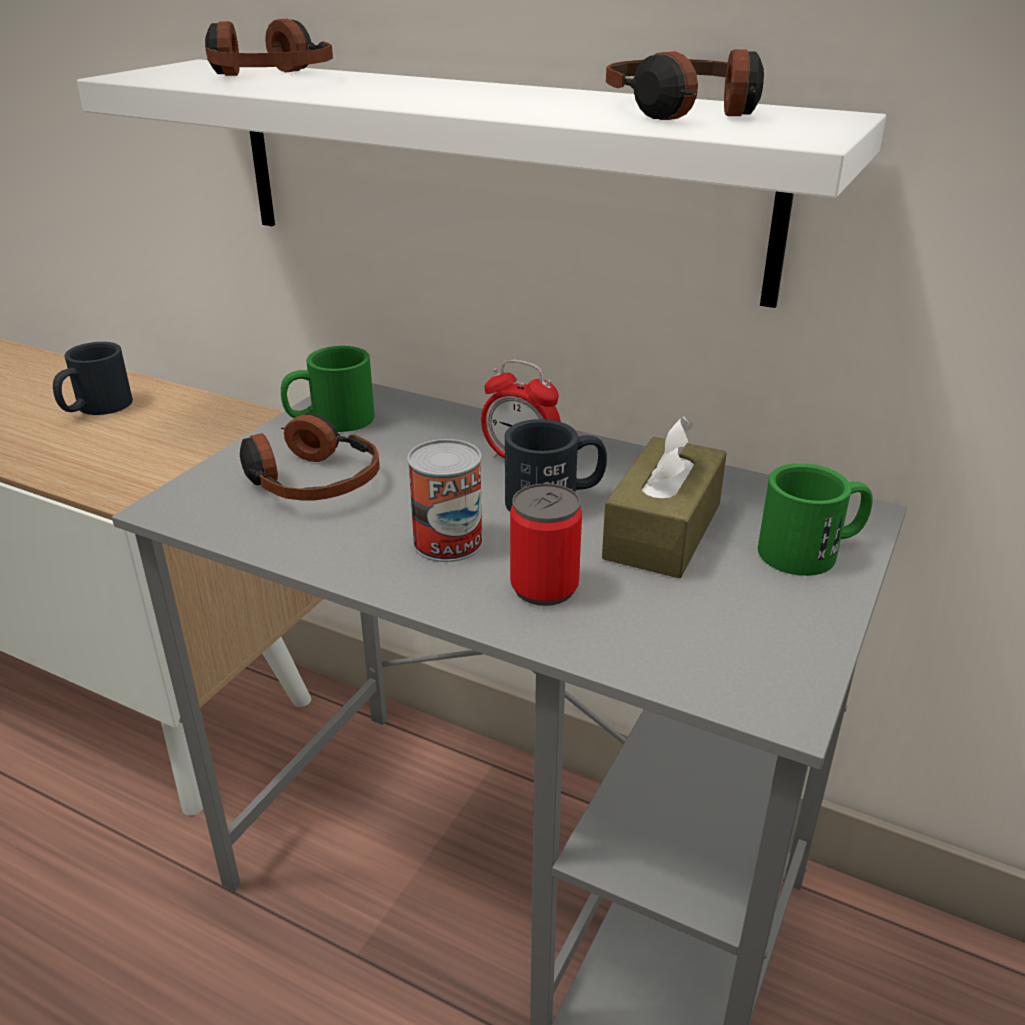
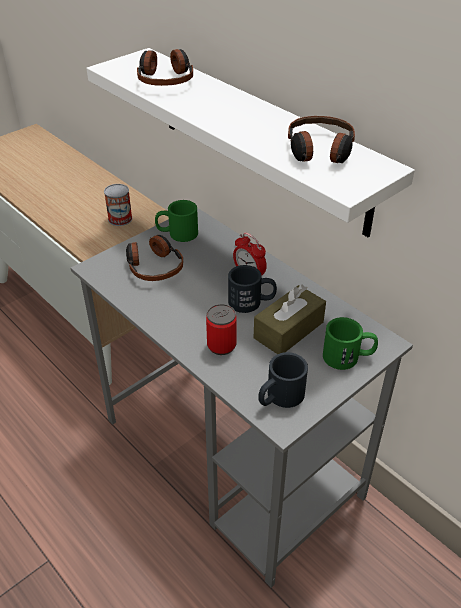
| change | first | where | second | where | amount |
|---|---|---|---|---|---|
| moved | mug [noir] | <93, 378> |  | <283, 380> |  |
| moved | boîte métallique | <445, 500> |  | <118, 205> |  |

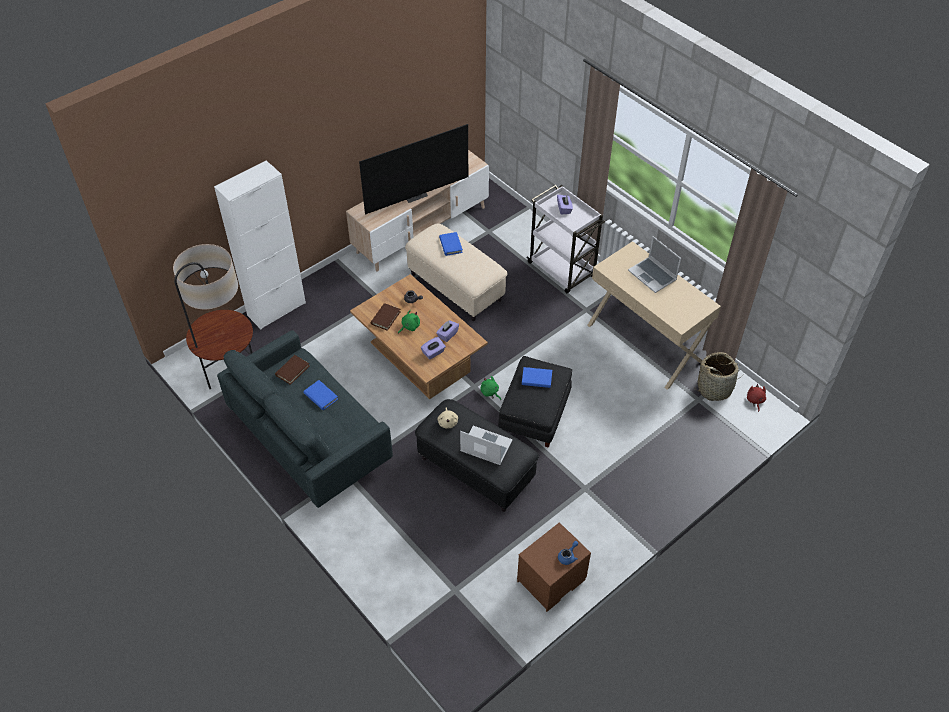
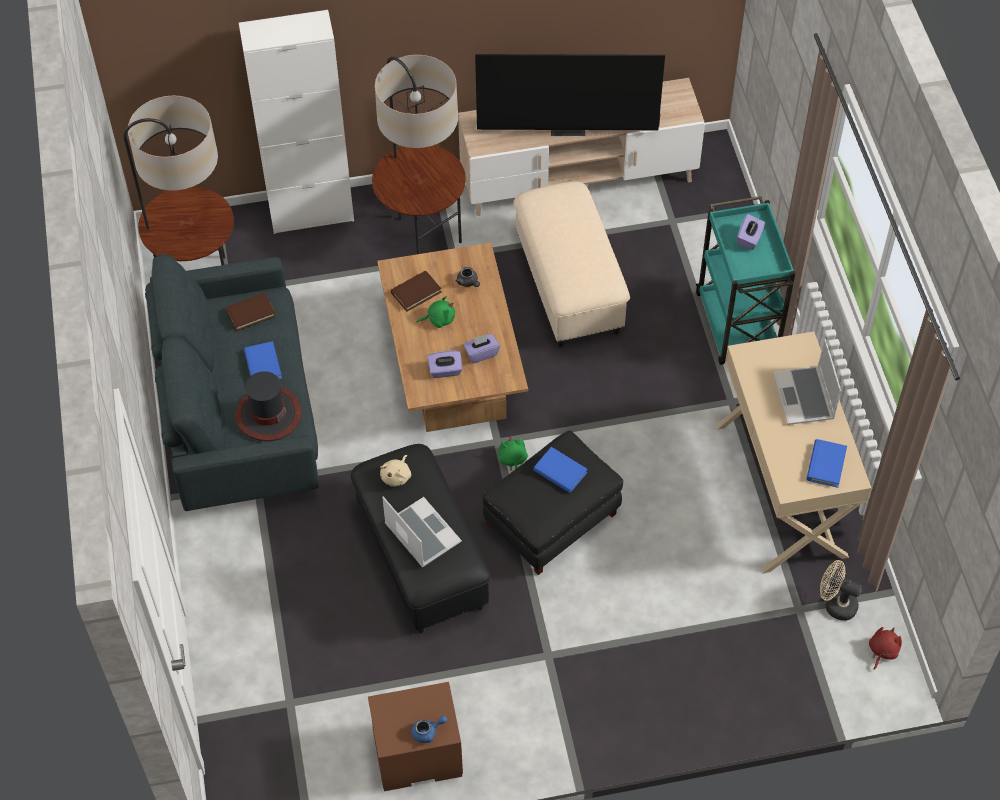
| change | first | where | second | where | amount |
|---|---|---|---|---|---|
| added |  |  | chapeau | <268, 406> |  |
| added |  |  | lampadaire | <419, 154> |  |
| moved | livre [bleu] | <451, 244> |  | <827, 463> |  |
| replaced | panier | <718, 376> | ventilateur [beige] | <841, 590> |  |
| recoloured | chariot [blanc] | <565, 239> | chariot [turquoise] | <746, 280> |  |

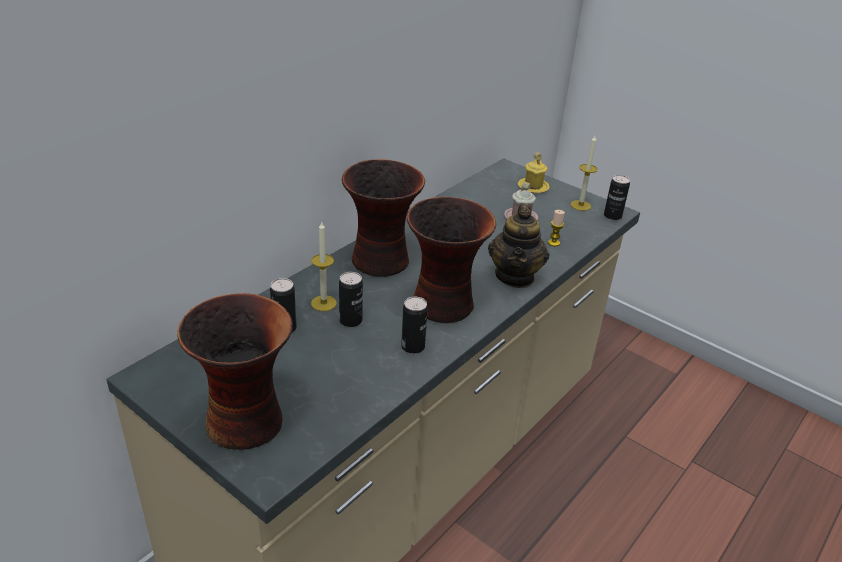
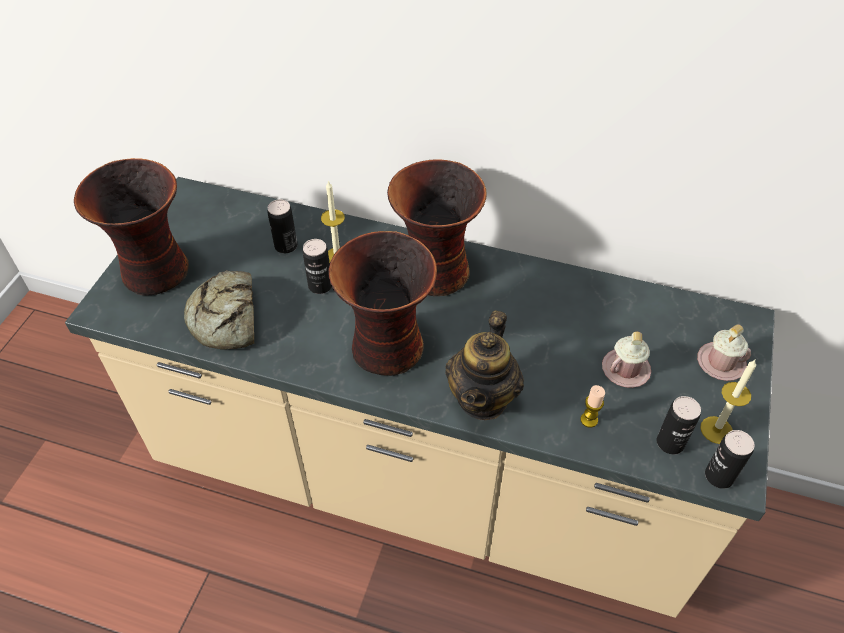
| change | first | where | second | where | amount |
|---|---|---|---|---|---|
| added |  |  | pain | <219, 309> |  |
| moved | boîte métallique | <414, 325> |  | <679, 425> |  |
| recoloured | mug [jaune] | <534, 172> | mug [rose] | <724, 352> |  |
| turned | théière | <518, 246> |  | <484, 365> | 60 degrees counterclockwise |

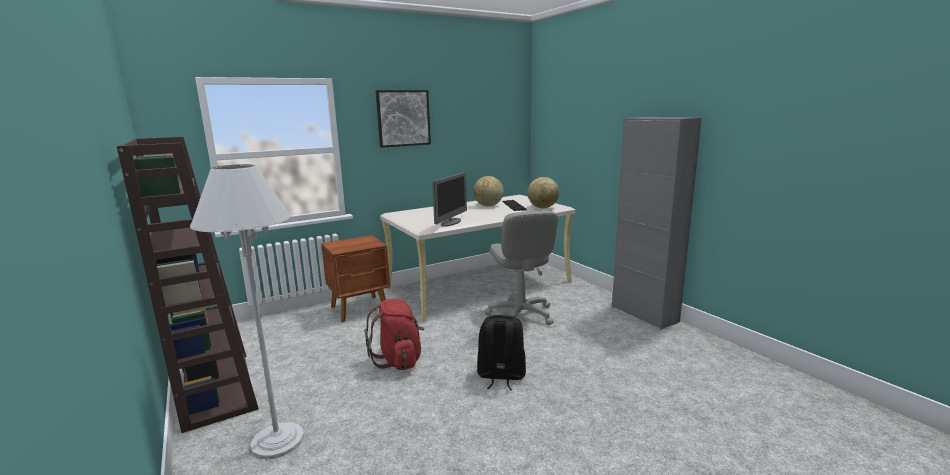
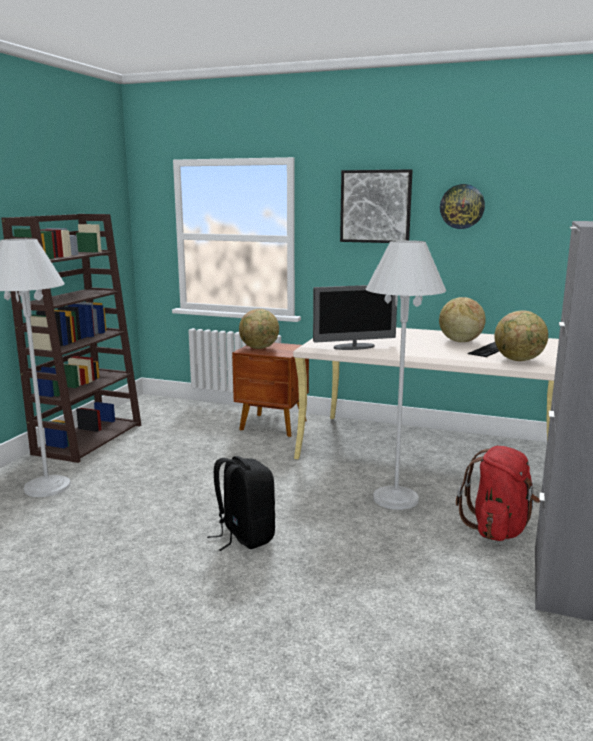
| change | first | where | second | where | amount |
|---|---|---|---|---|---|
| added |  |  | globe | <259, 329> |  |
| added |  |  | horloge murale | <462, 206> |  |
| moved | sac à dos [rouge] | <394, 334> |  | <498, 493> |  |
| replaced | chaise de bureau [gris] | <521, 267> | lampadaire [blanc] | <406, 375> |  |

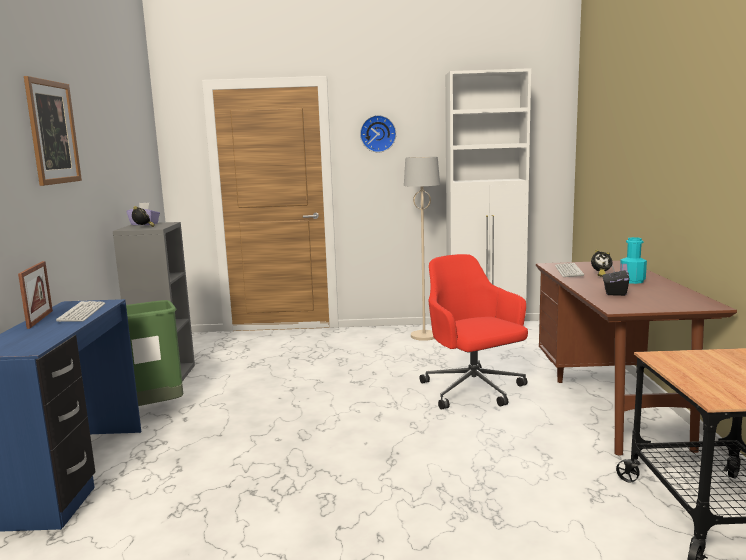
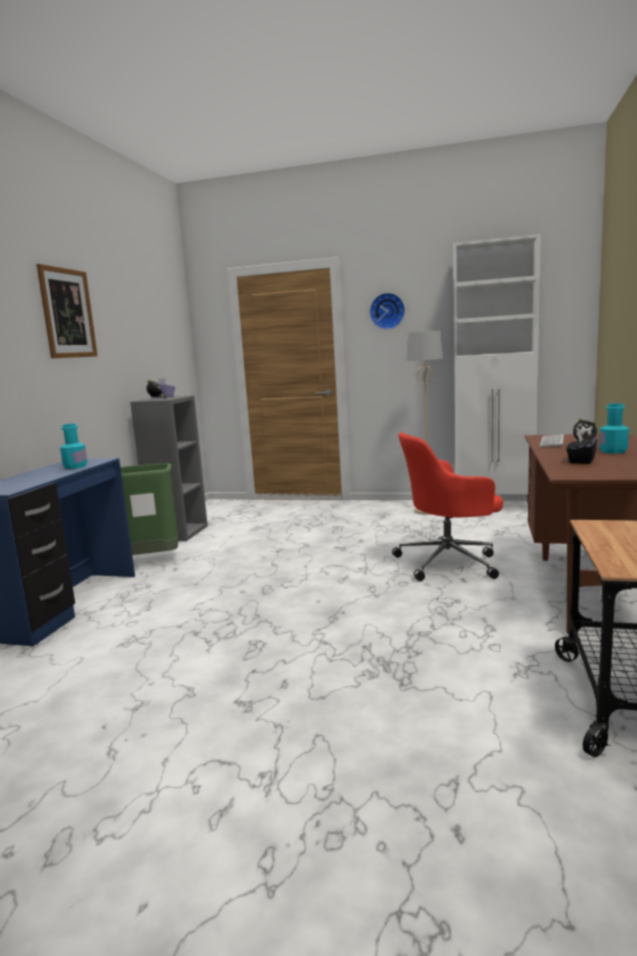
| change | first | where | second | where | amount |
|---|---|---|---|---|---|
| removed | cadre photo | <35, 295> |  |  |  |
| replaced | clavier | <80, 311> | bouteille [turquoise] | <74, 446> |  |
| turned | chaise de bureau [rouge] | <474, 332> |  | <447, 506> | 90 degrees counterclockwise |

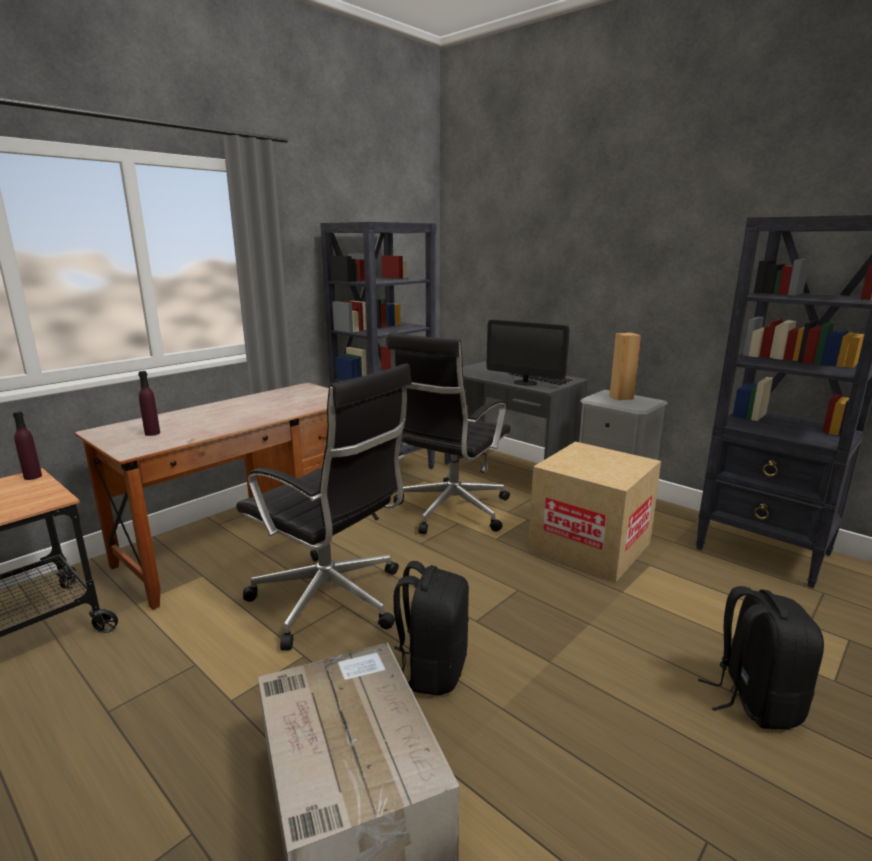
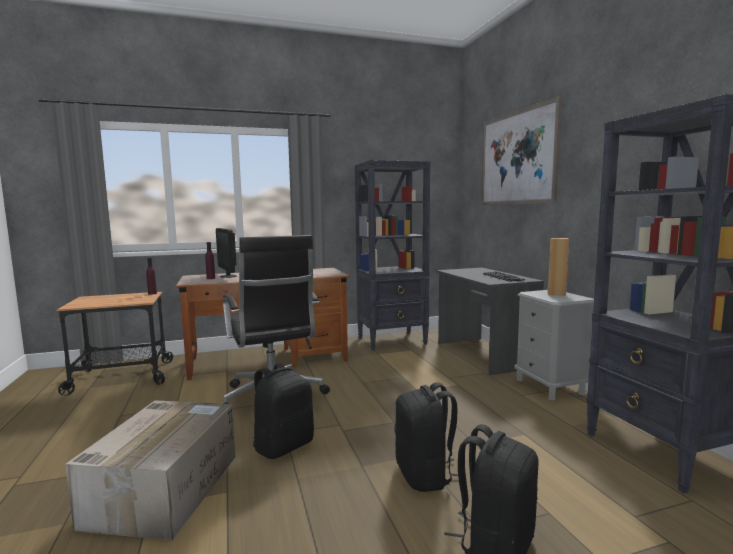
| change | first | where | second | where | amount |
|---|---|---|---|---|---|
| removed | chaise de bureau [noir] | <449, 433> |  |  |  |
| removed | carton | <594, 512> |  |  |  |
| added |  |  | sac à dos [noir] | <426, 437> |  |
| added |  |  | tableau | <521, 150> |  |
| moved | écran d'ordinateur | <528, 352> |  | <226, 253> |  |

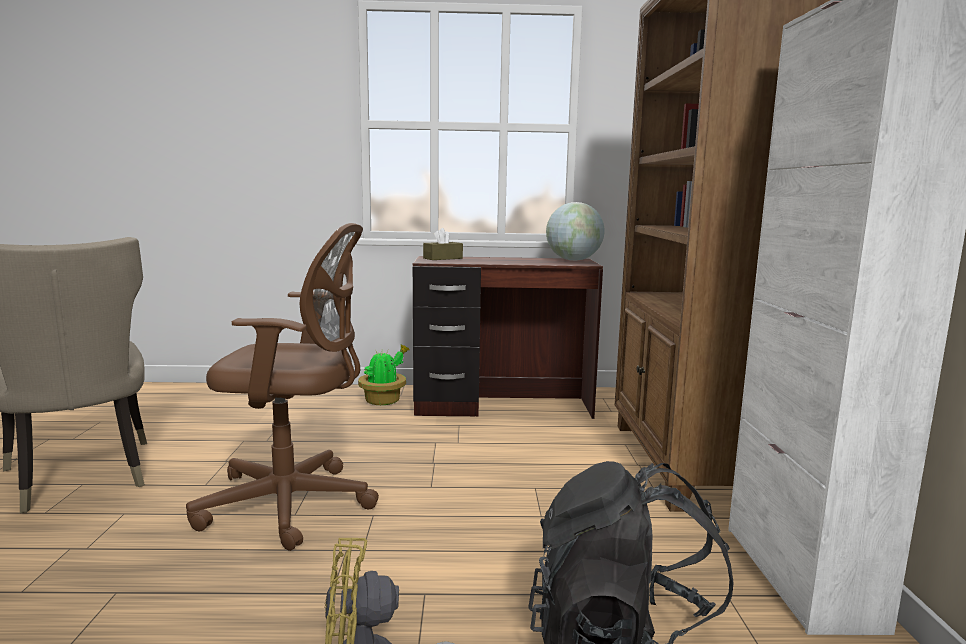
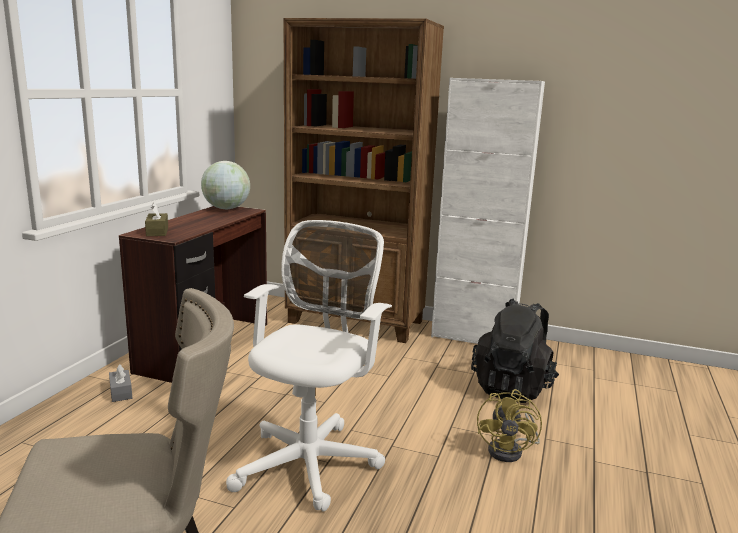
| change | first | where | second | where | amount |
|---|---|---|---|---|---|
| replaced | plante en pot | <384, 374> | boîte à mouchoirs [gris] | <120, 383> |  |
| recoloured | chaise de bureau [marron] | <282, 387> | chaise de bureau [blanc] | <309, 366> |  |

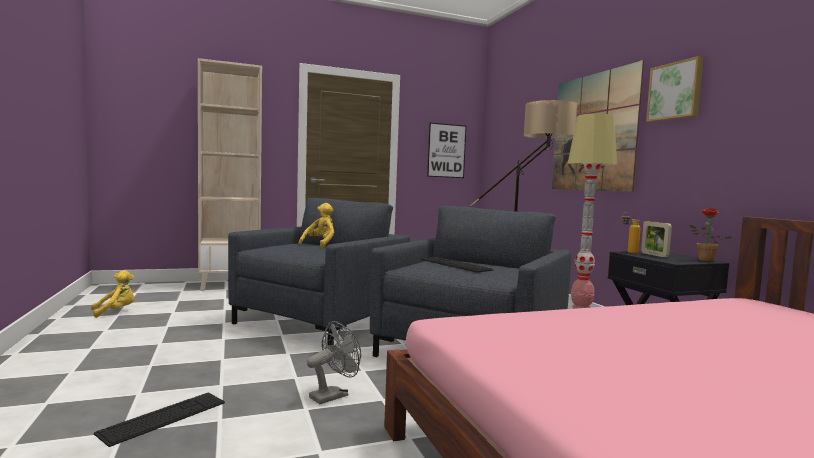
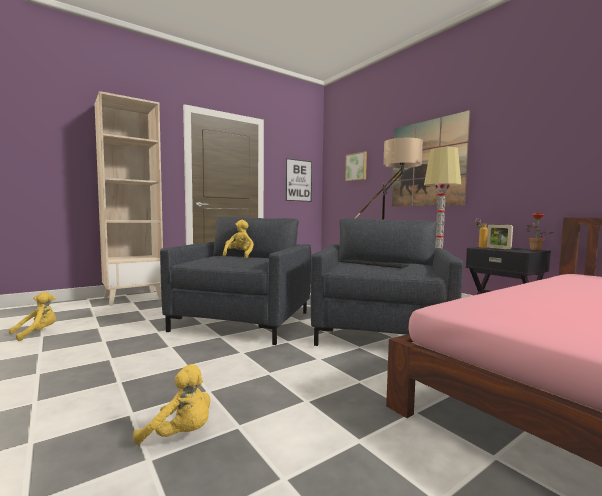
| change | first | where | second | where | amount |
|---|---|---|---|---|---|
| removed | ventilateur [gris] | <334, 362> |  |  |  |
| moved | tableau | <674, 89> |  | <356, 166> |  |
| replaced | clavier | <159, 419> | peluche [jaune] | <171, 404> |  |

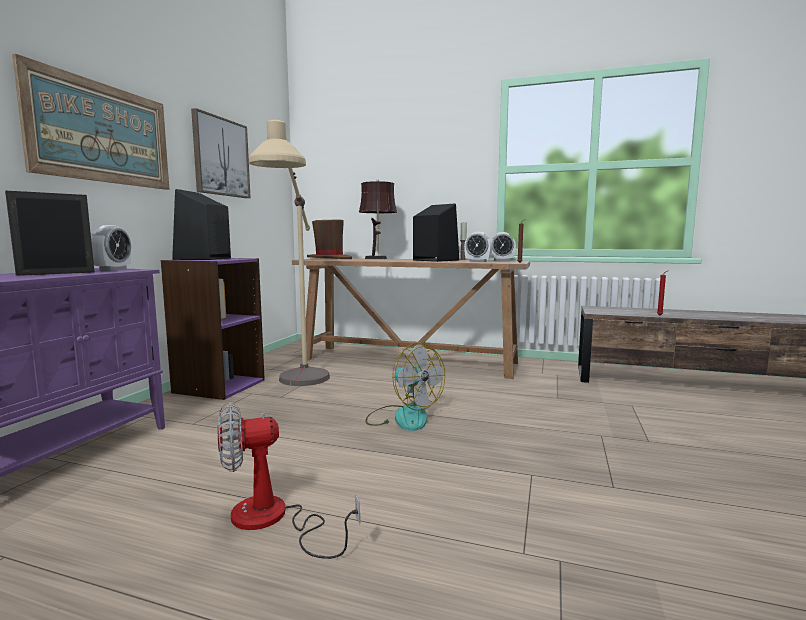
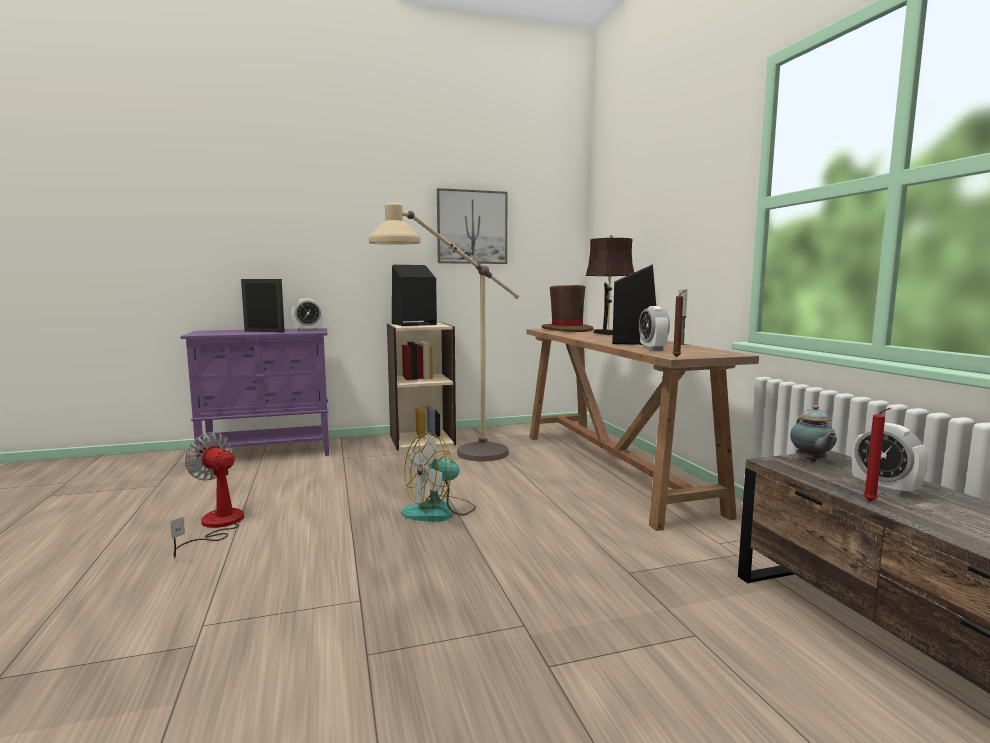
| change | first | where | second | where | amount |
|---|---|---|---|---|---|
| removed | tableau | <90, 122> |  |  |  |
| added |  |  | théière | <813, 433> |  |
| moved | réveil | <503, 246> |  | <890, 459> |  |
| recoloured | bibliothèque [violet] | <213, 329> | bibliothèque [beige] | <421, 386> |  |
| turned | ventilateur | <405, 386> |  | <438, 477> | 45 degrees clockwise |

